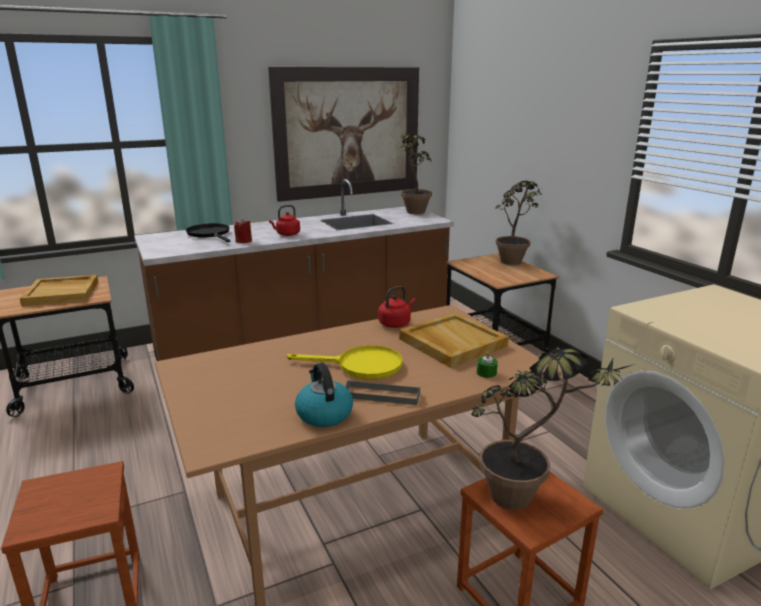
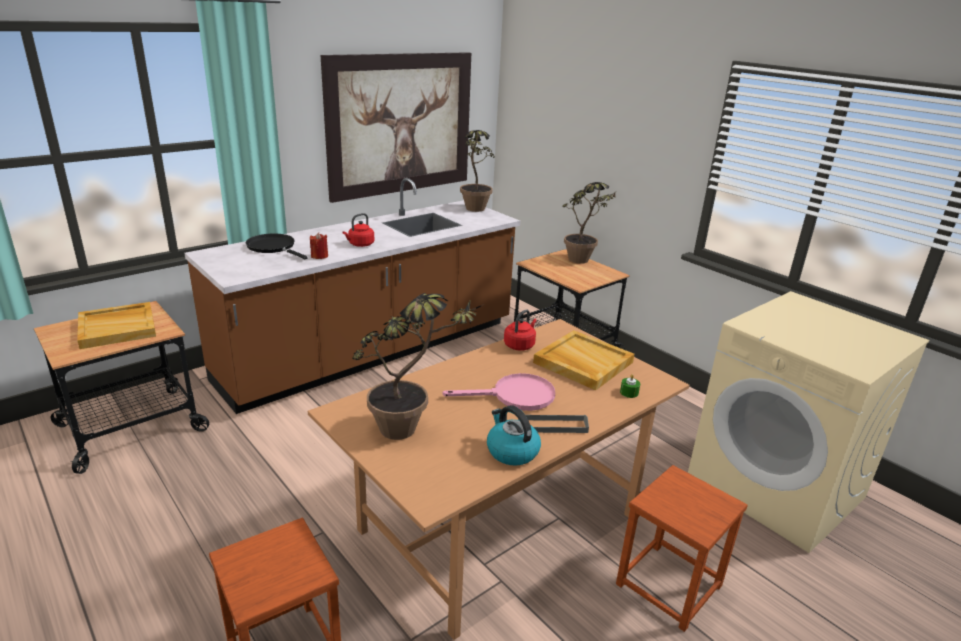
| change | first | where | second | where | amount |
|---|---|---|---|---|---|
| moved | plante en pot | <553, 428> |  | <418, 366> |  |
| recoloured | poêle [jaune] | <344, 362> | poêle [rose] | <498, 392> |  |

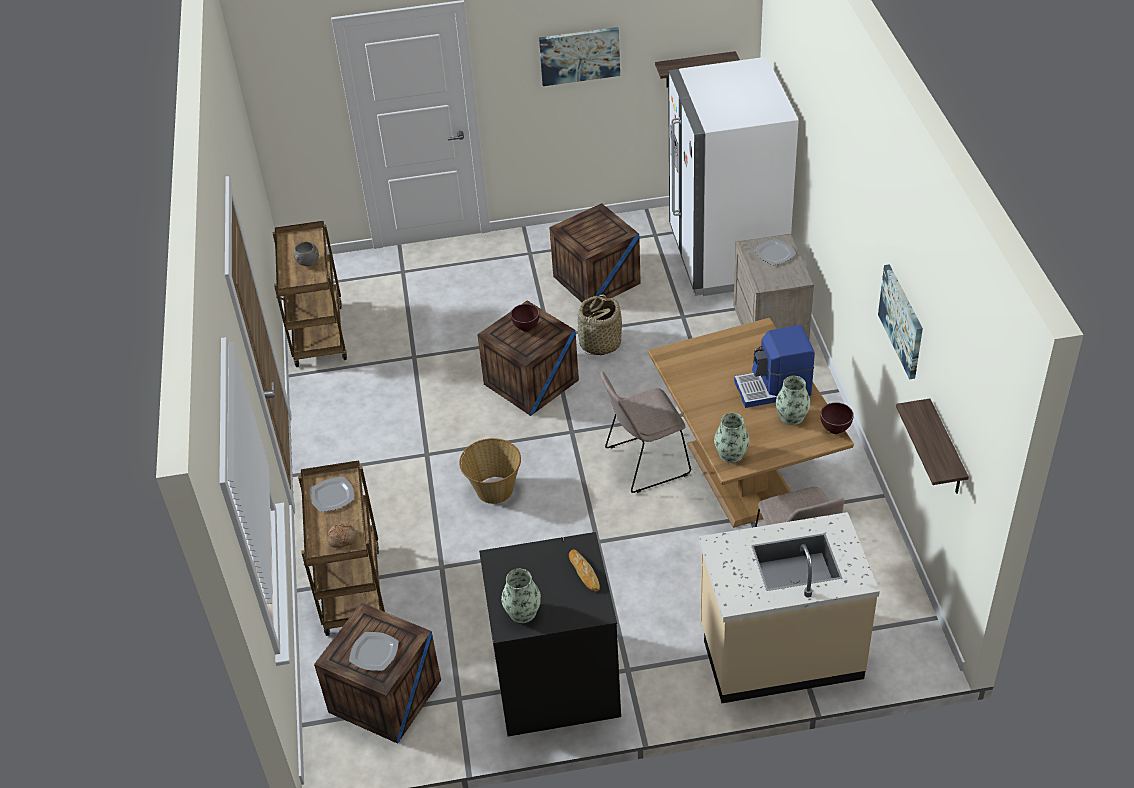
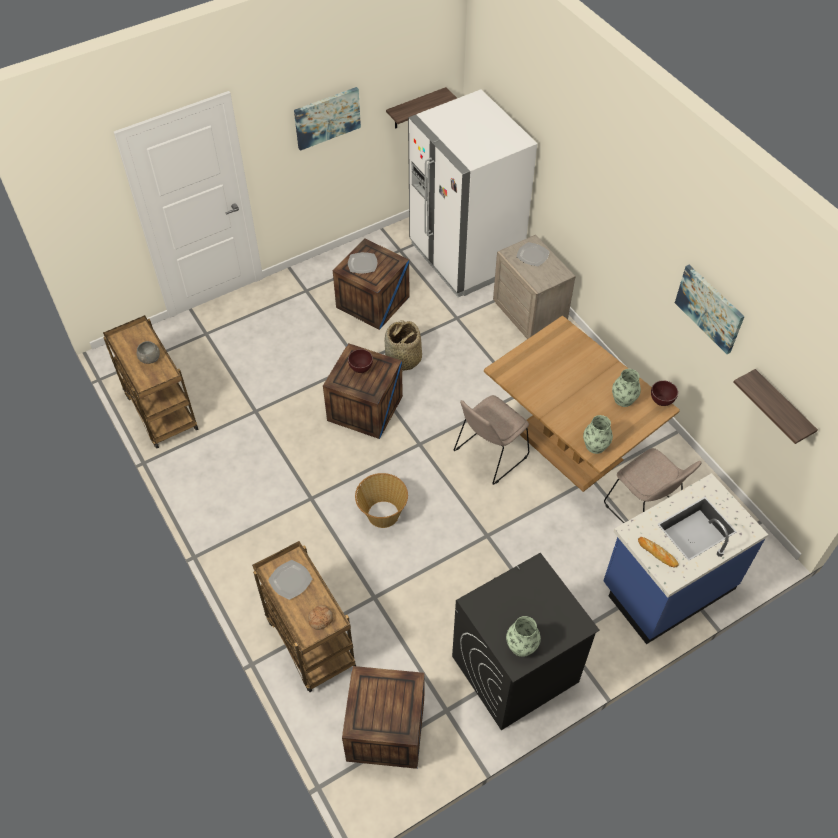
| change | first | where | second | where | amount |
|---|---|---|---|---|---|
| removed | machine à café | <774, 366> |  |  |  |
| moved | assiette | <374, 651> |  | <362, 263> |  |
| moved | pain | <584, 570> |  | <658, 552> |  |
| recoloured | comptoir de cuisine [beige] | <789, 607> | comptoir de cuisine [bleu] | <685, 558> |  |

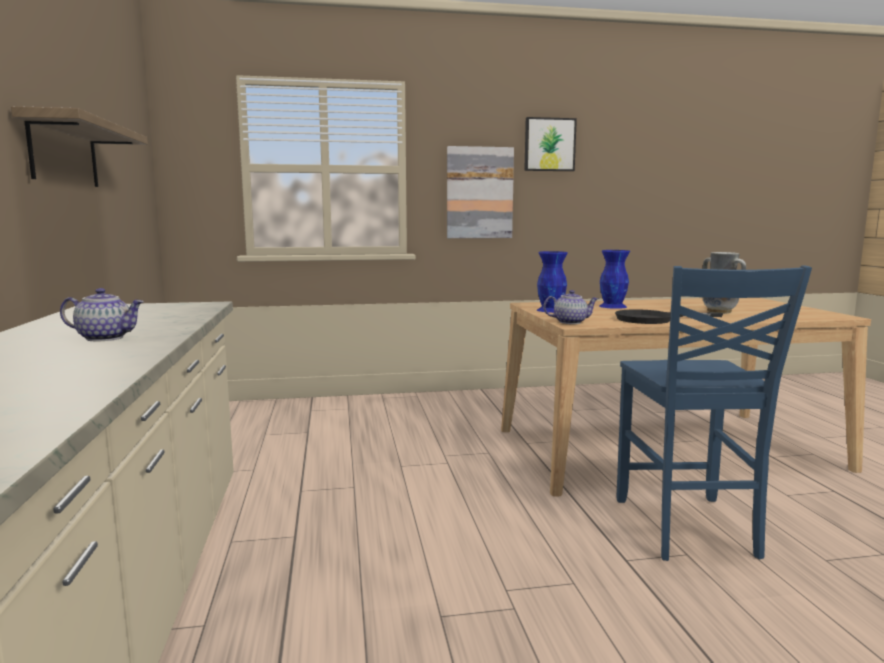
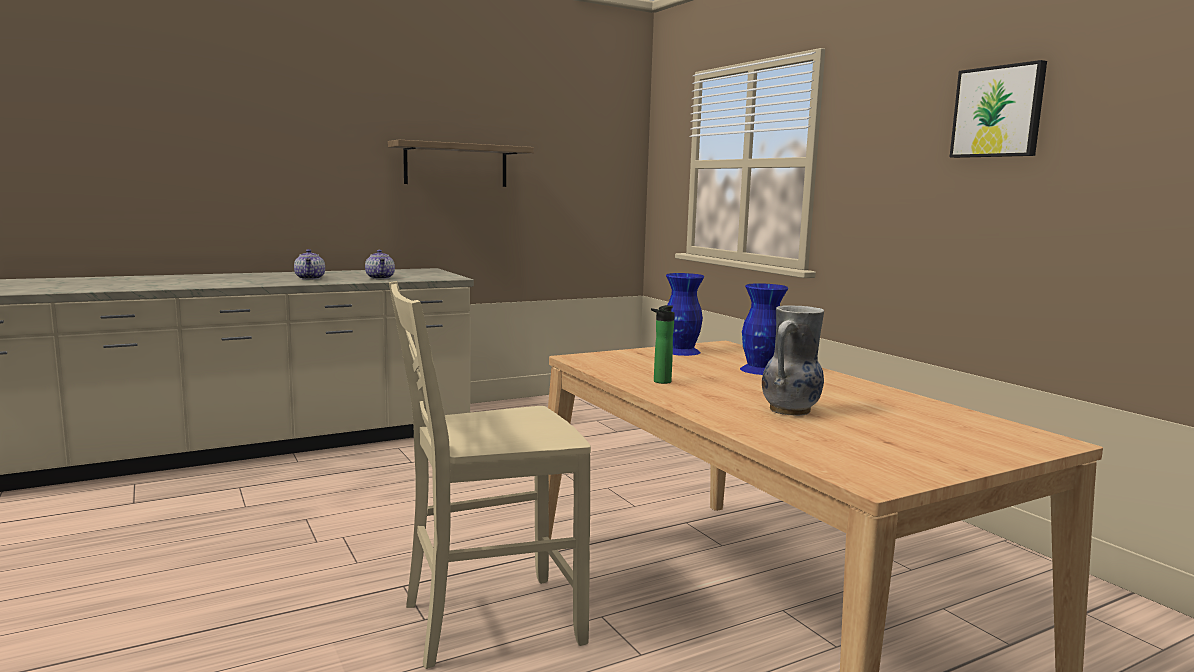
| change | first | where | second | where | amount |
|---|---|---|---|---|---|
| removed | tableau | <480, 192> |  |  |  |
| moved | théière | <570, 307> |  | <380, 264> |  |
| replaced | poêle [noir] | <669, 316> | bouteille | <663, 344> |  |
| recoloured | chaise [bleu] | <714, 413> | chaise [beige] | <490, 475> |  |

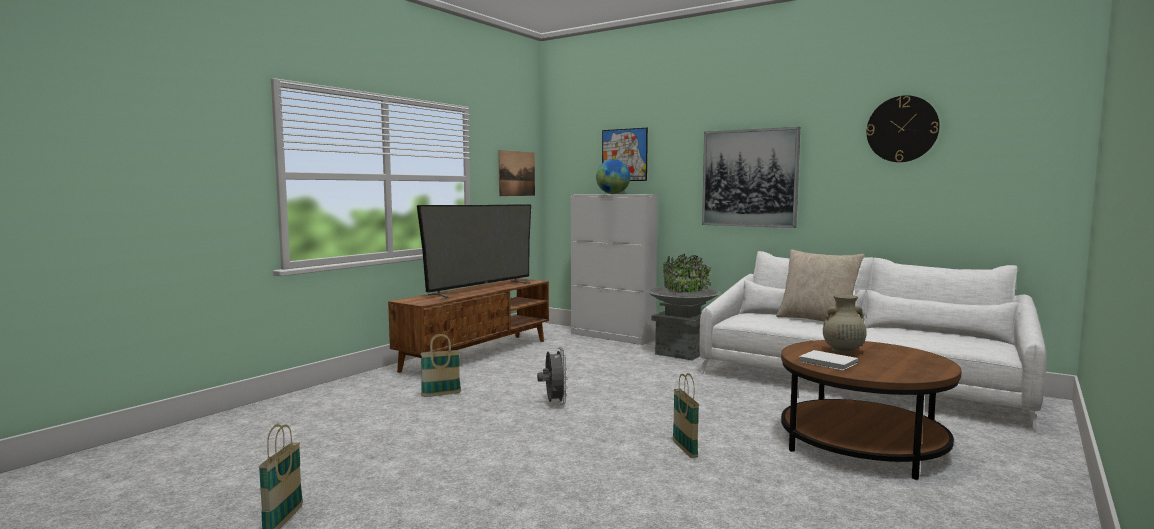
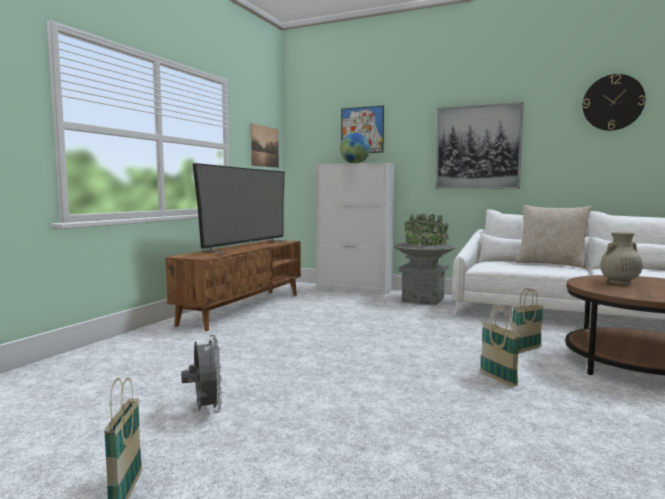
| change | first | where | second | where | amount |
|---|---|---|---|---|---|
| removed | livre [blanc] | <828, 360> |  |  |  |
| moved | panier | <440, 365> |  | <527, 320> |  |
| moved | ventilateur [gris] | <552, 376> |  | <202, 374> |  |

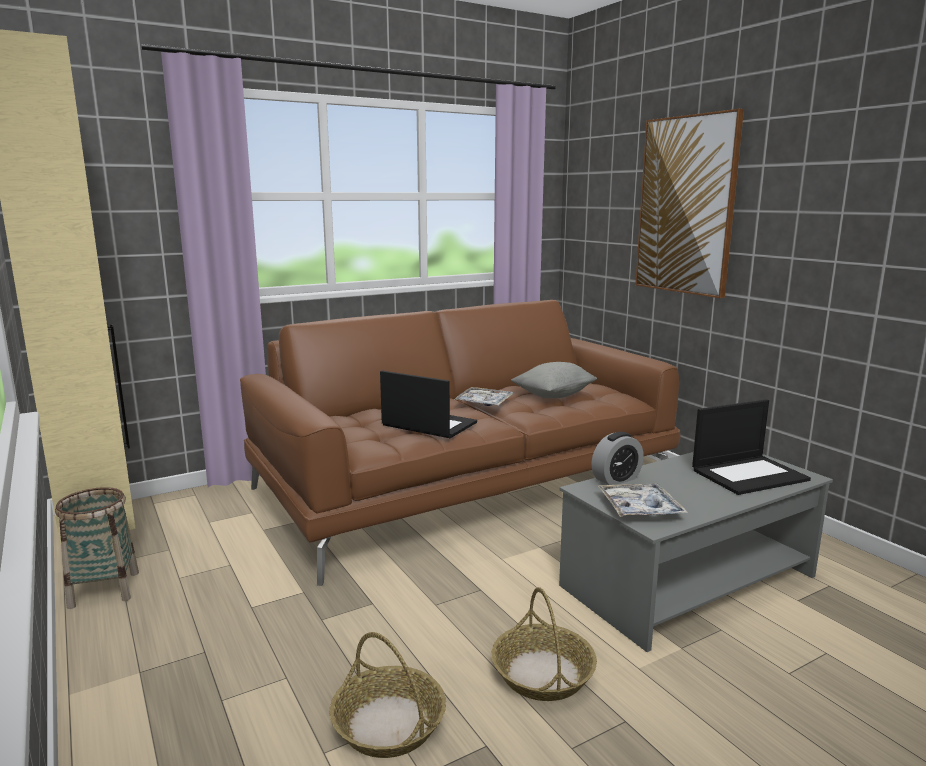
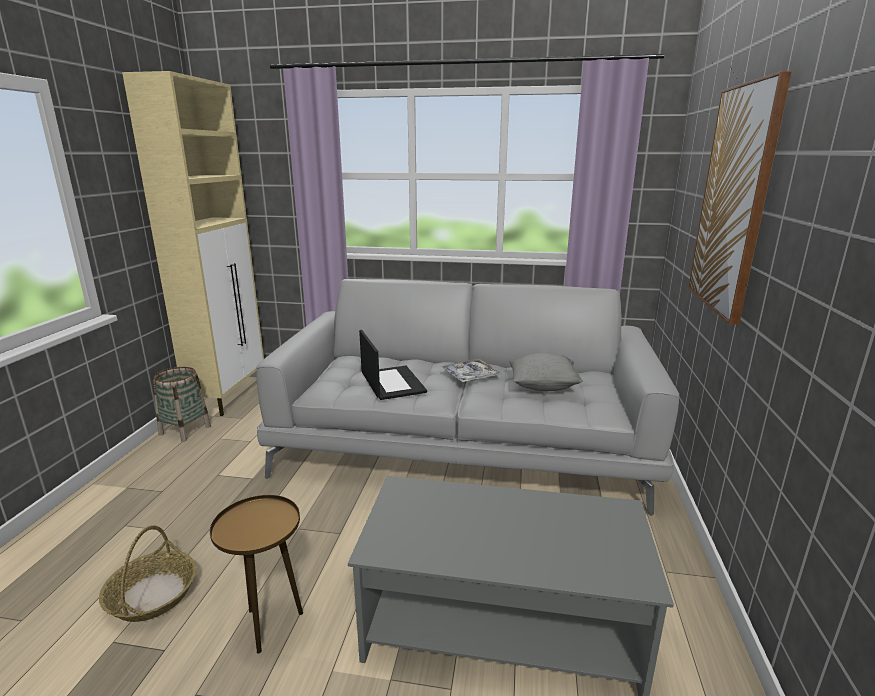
| change | first | where | second | where | amount |
|---|---|---|---|---|---|
| removed | réveil | <617, 458> |  |  |  |
| removed | plateau | <642, 500> |  |  |  |
| removed | ordinateur portable | <751, 447> |  |  |  |
| replaced | panier | <544, 644> | table d'appoint [marron] | <256, 574> |  |
| recoloured | canapé [marron] | <460, 443> | canapé [gris] | <467, 397> |  |

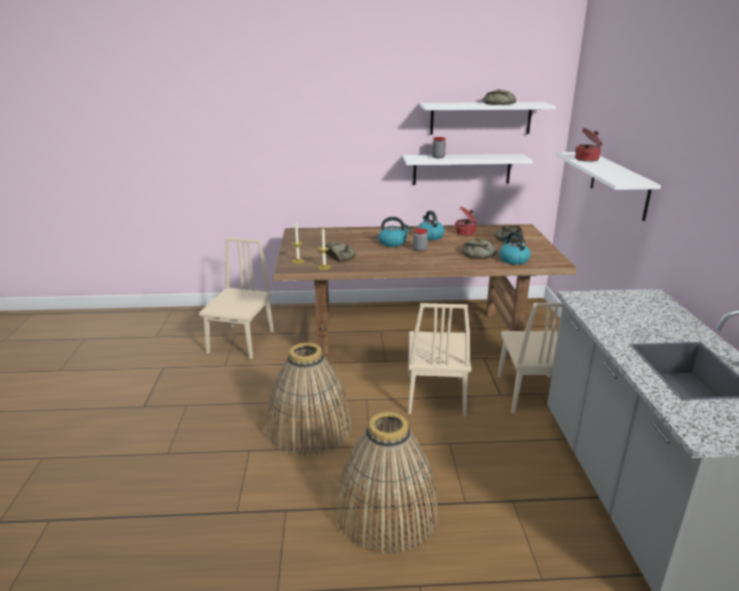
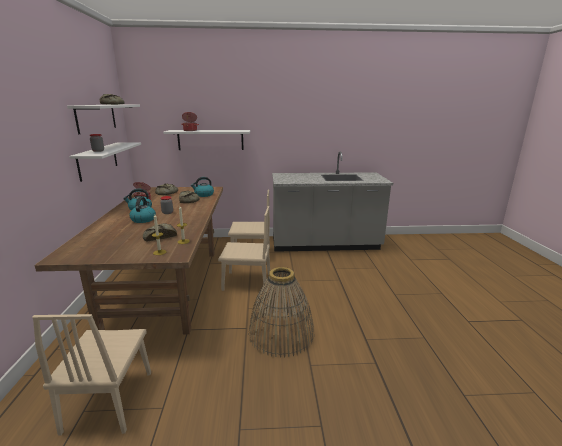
| change | first | where | second | where | amount |
|---|---|---|---|---|---|
| removed | panier | <387, 483> |  |  |  |
| turned | chaise [beige] | <236, 298> |  | <91, 375> | 105 degrees counterclockwise |

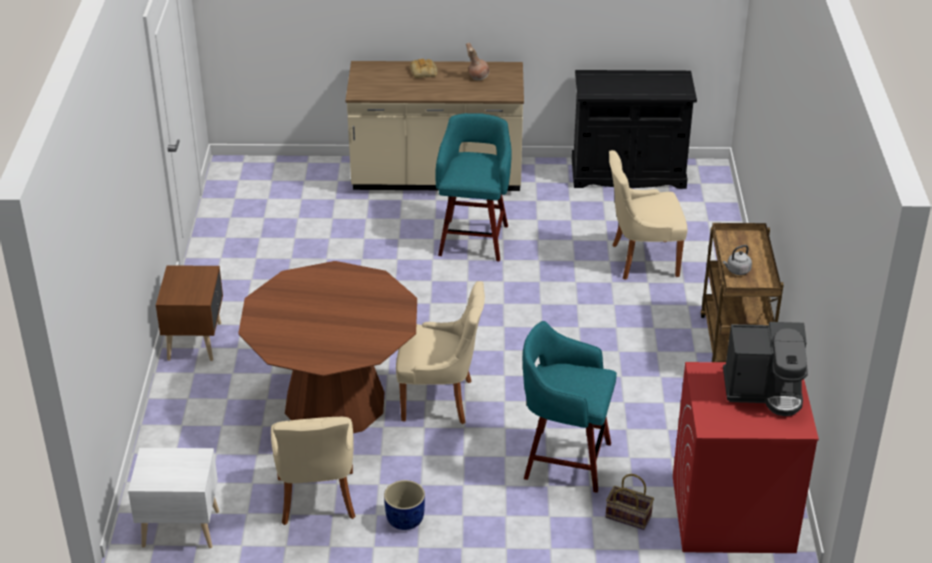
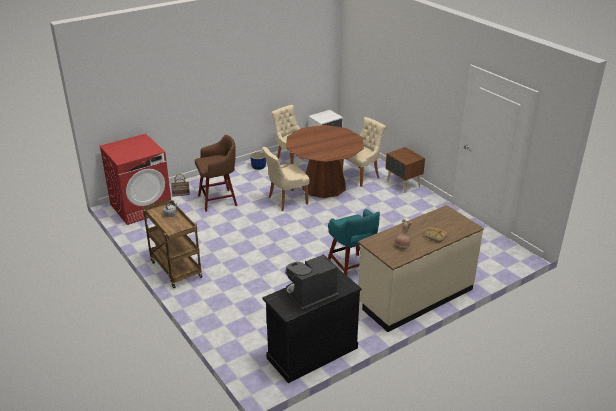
| change | first | where | second | where | amount |
|---|---|---|---|---|---|
| moved | chaise [beige] | <648, 215> |  | <363, 152> |  |
| moved | machine à café | <765, 369> |  | <312, 282> |  |
| recoloured | tabouret [turquoise] | <570, 407> | tabouret [marron] | <216, 173> |  |

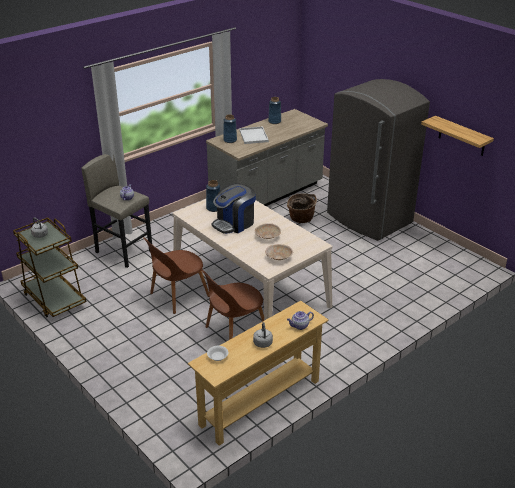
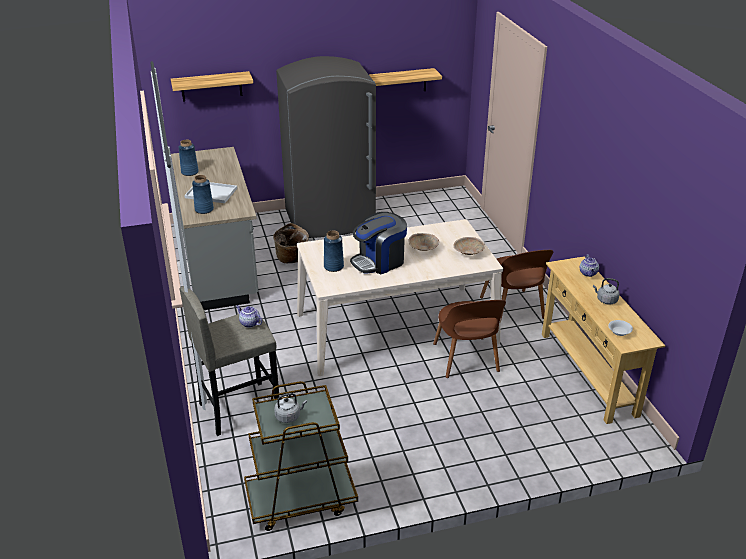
| change | first | where | second | where | amount |
|---|---|---|---|---|---|
| added |  |  | étagère | <212, 86> |  |
| moved | chaise [marron] | <176, 275> |  | <516, 284> |  |
| turned | machine à café | <234, 208> |  | <378, 243> | 75 degrees clockwise |

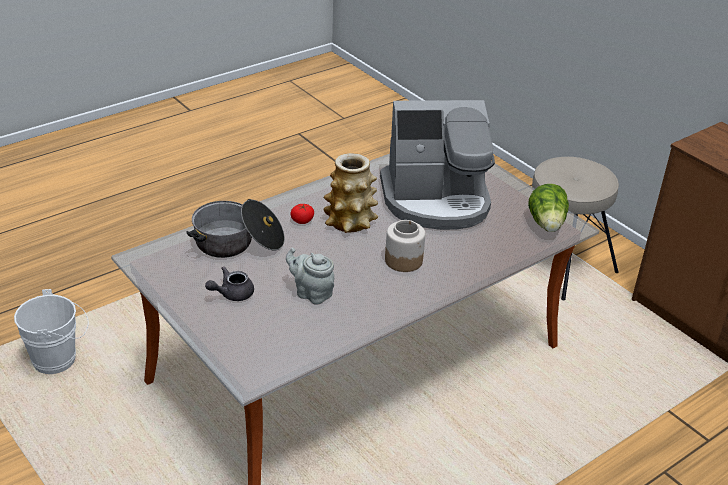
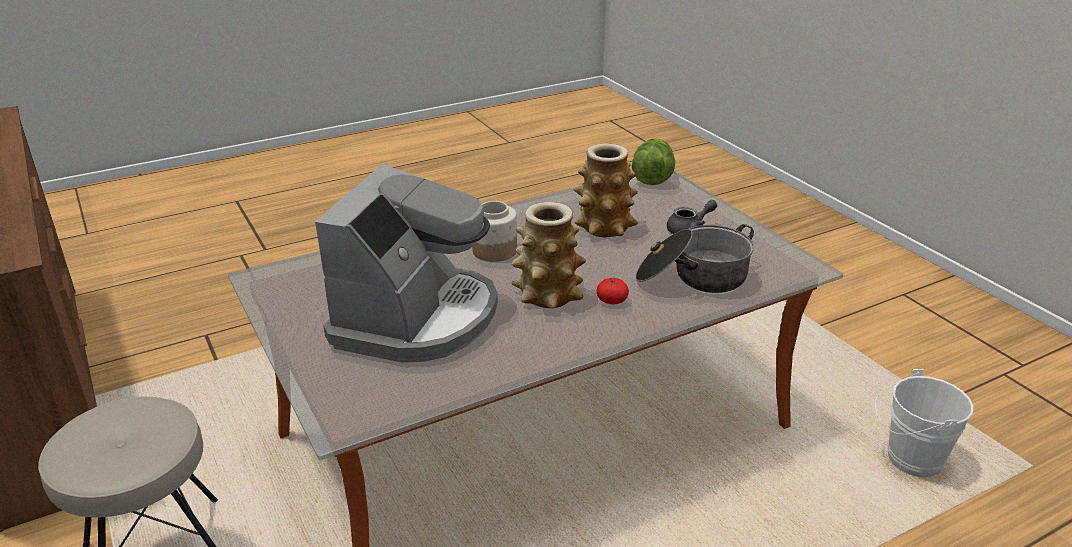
| change | first | where | second | where | amount |
|---|---|---|---|---|---|
| moved | laitue | <548, 208> |  | <653, 161> |  |
| replaced | théière [gris] | <310, 276> | vase | <605, 190> |  |
| turned | machine à café | <437, 165> |  | <406, 263> | 105 degrees clockwise |

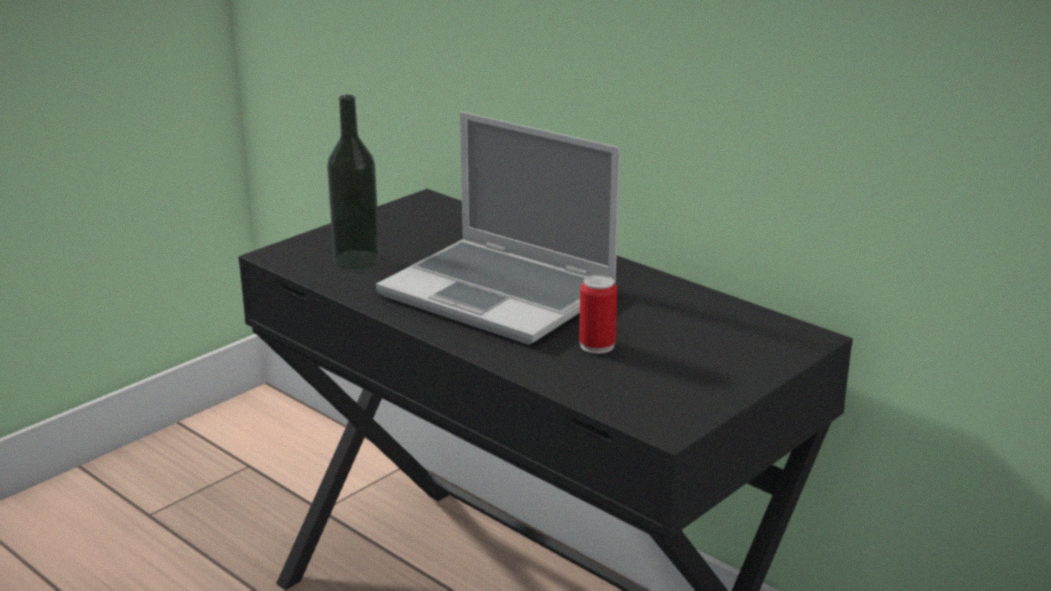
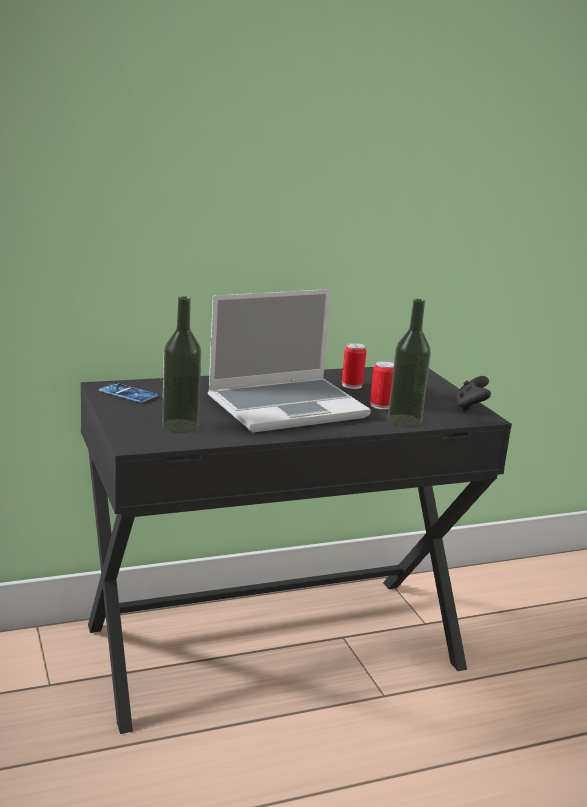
| change | first | where | second | where | amount |
|---|---|---|---|---|---|
| added |  |  | téléphone | <128, 393> |  |
| added |  |  | boîte métallique | <354, 366> |  |
| added |  |  | bouteille | <409, 363> |  |
| added |  |  | manette [noir] | <473, 394> |  |

